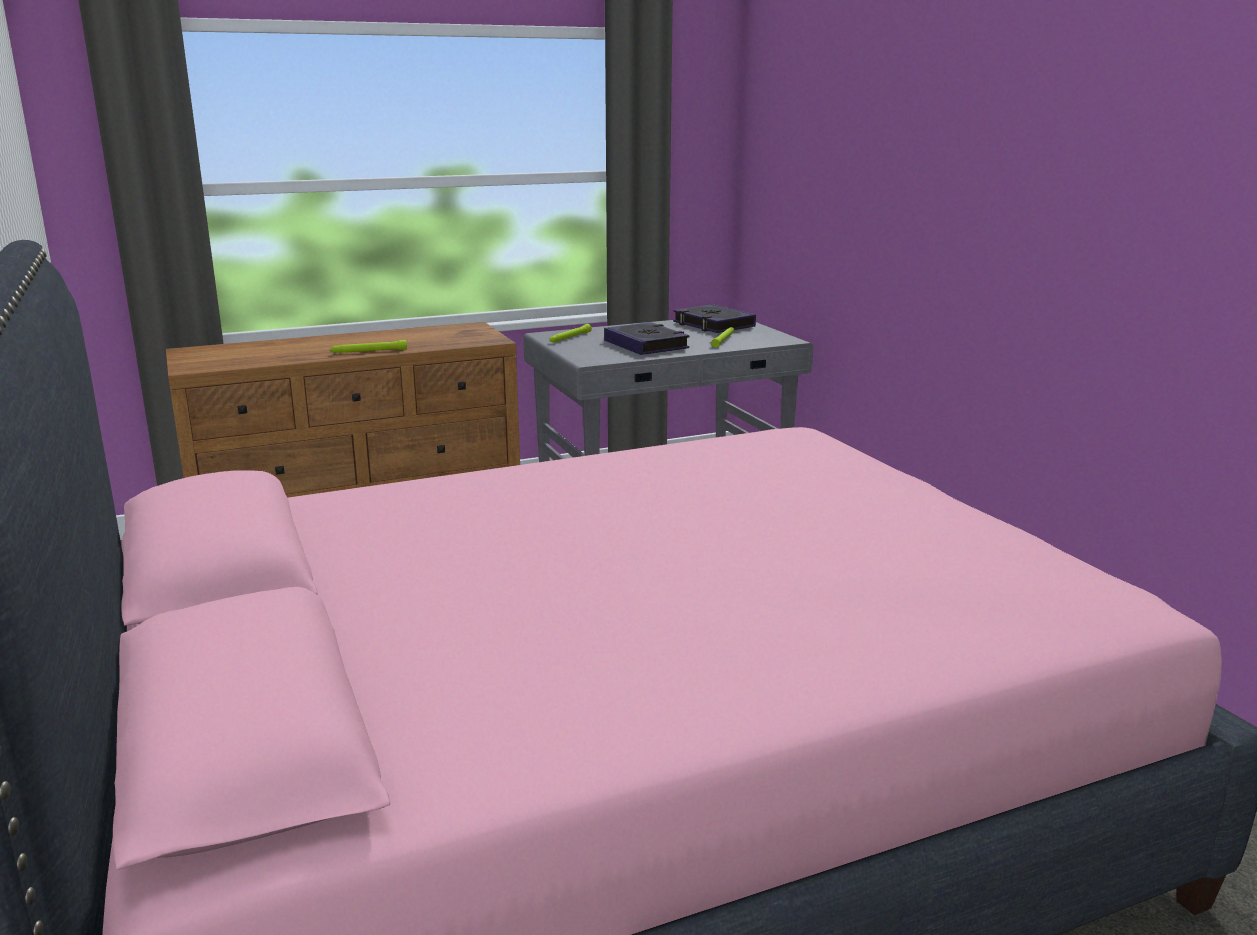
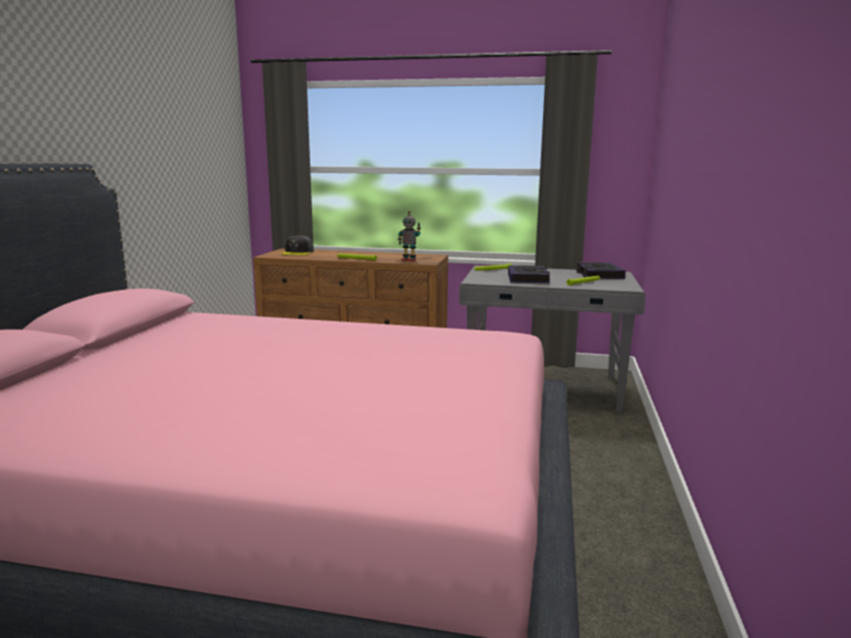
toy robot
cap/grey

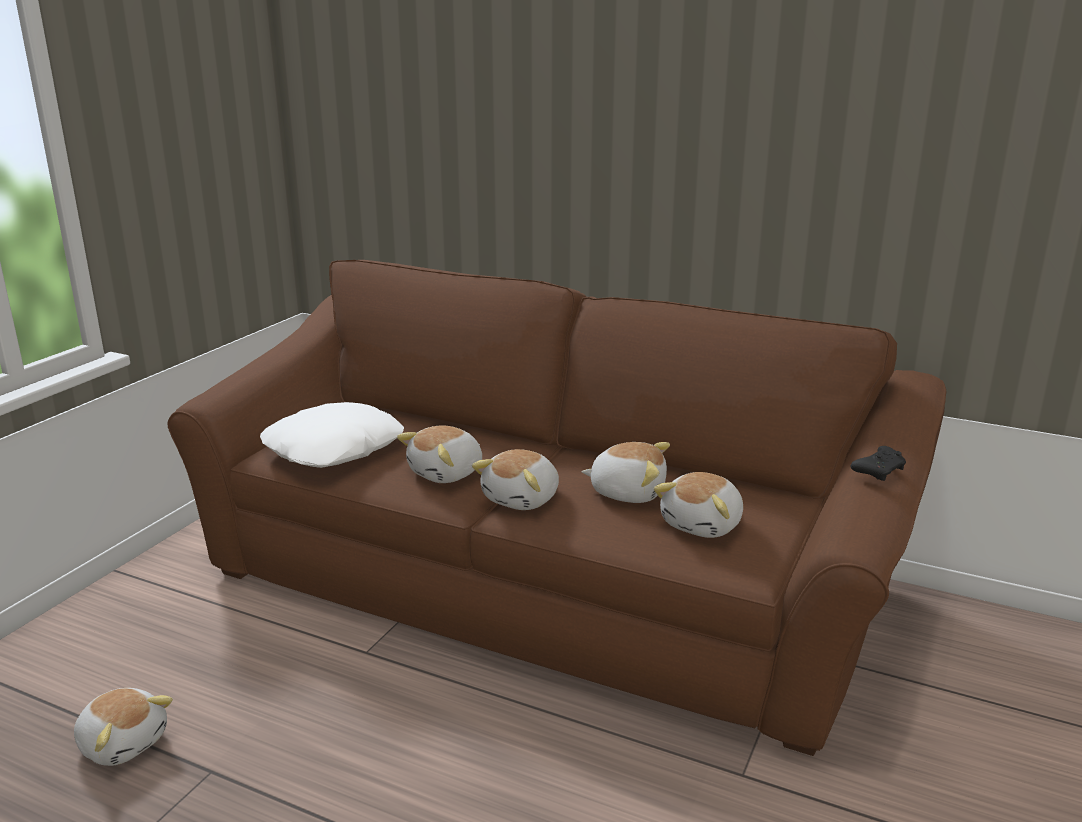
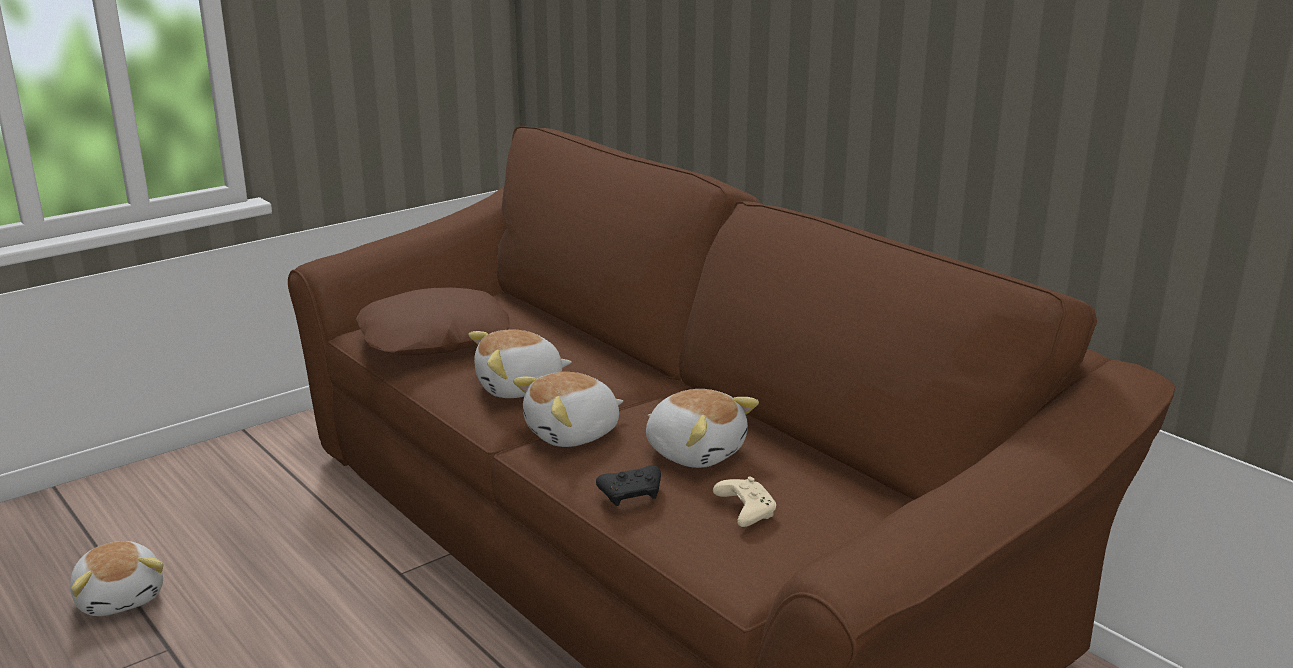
pillow/brown
game controller/black
game controller/beige

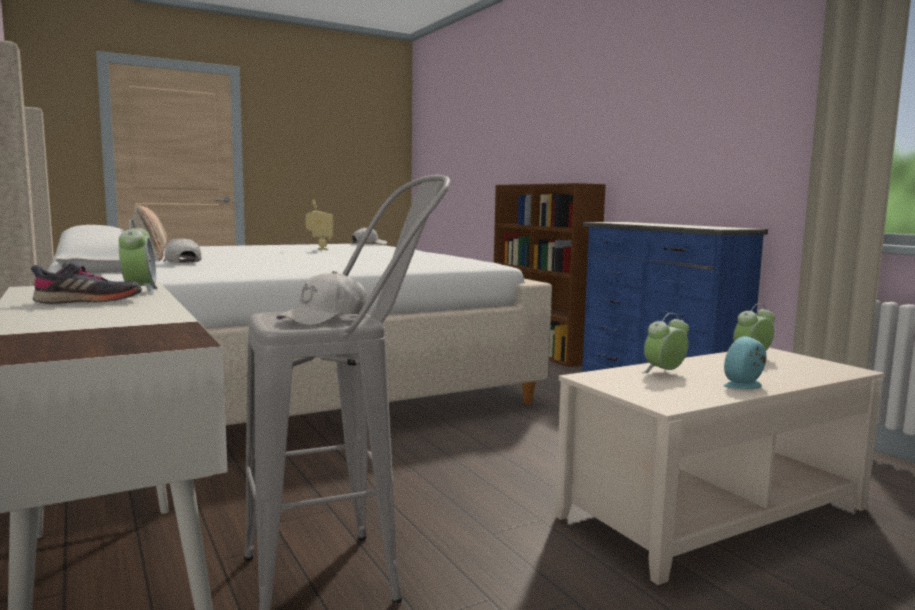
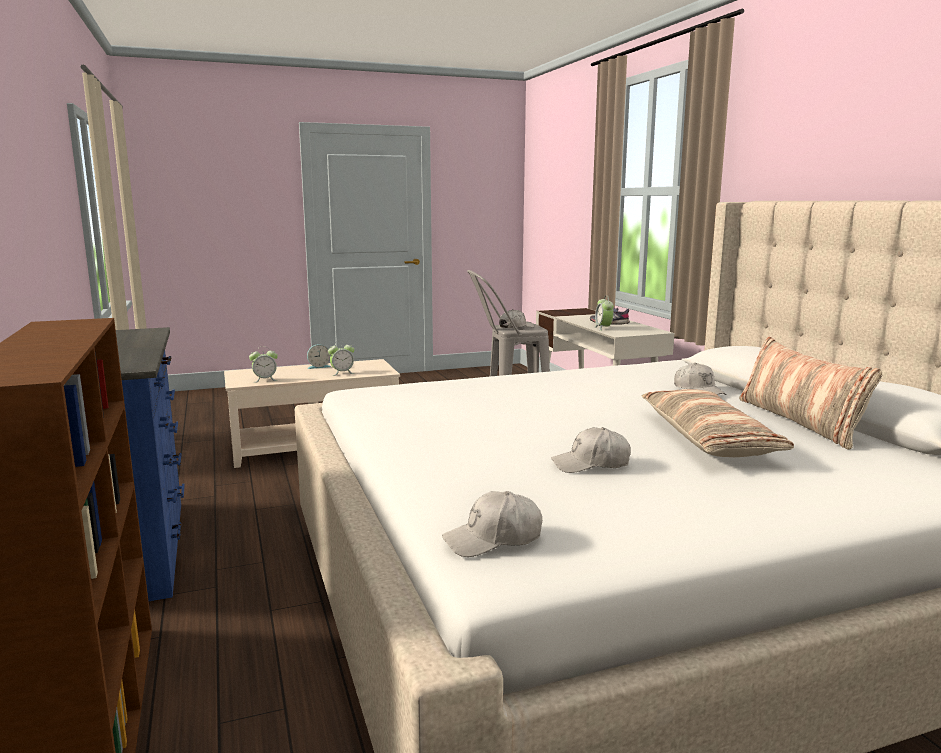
cap/white (3rd from left)
pillow (1st from left)

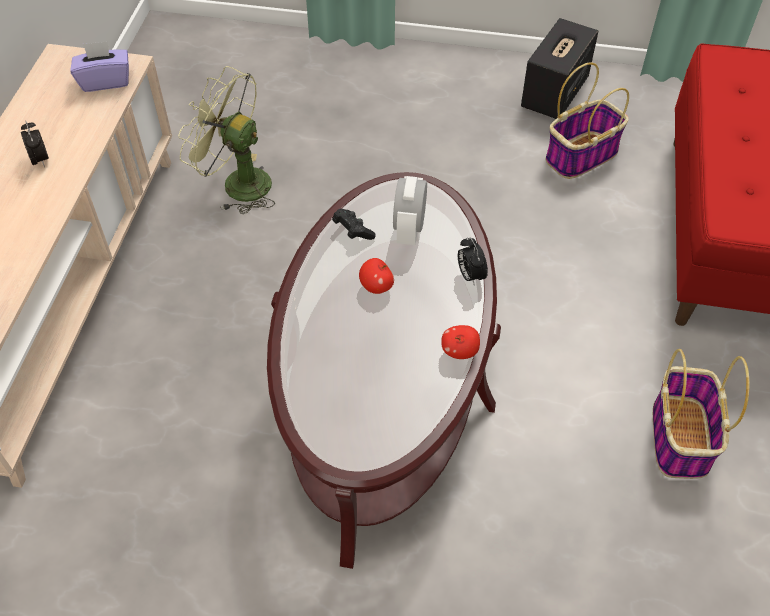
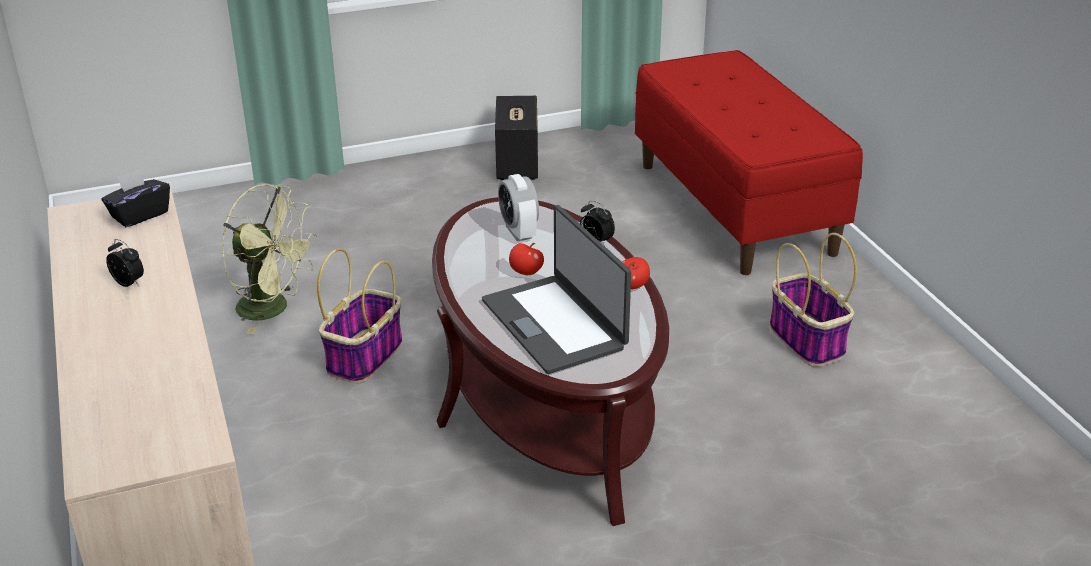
tissue box/black
basket (1st from left)
fan/green
game controller/black
laptop

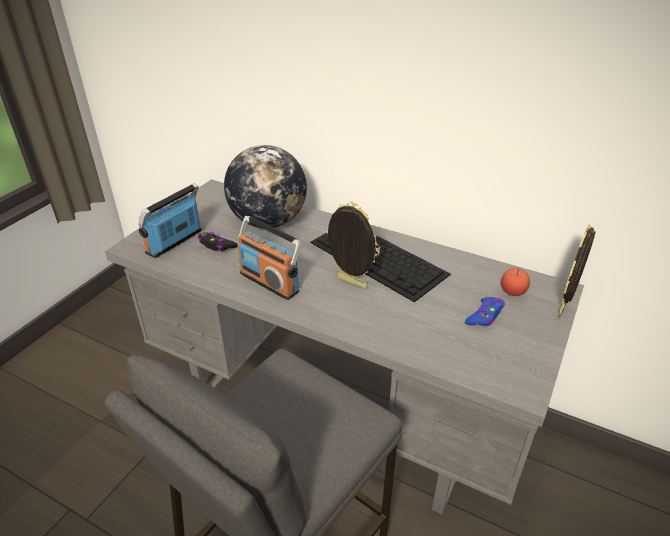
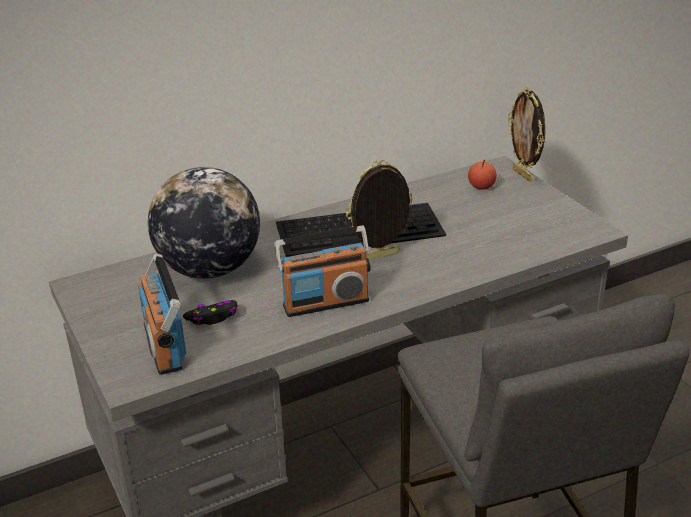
game controller/blue

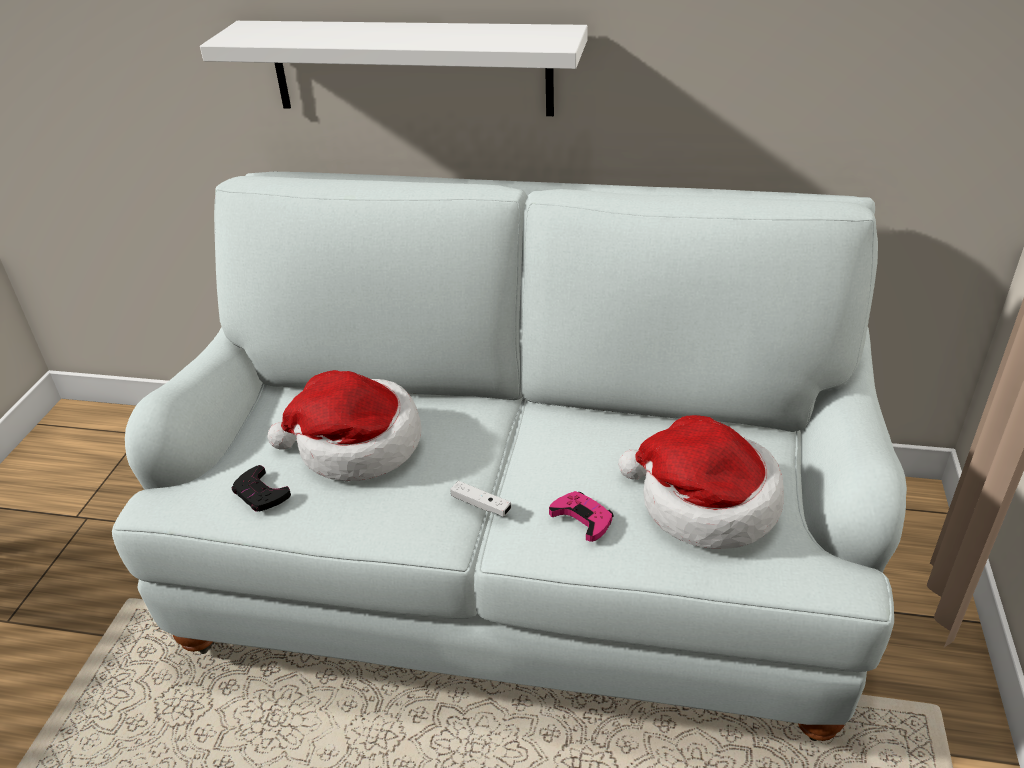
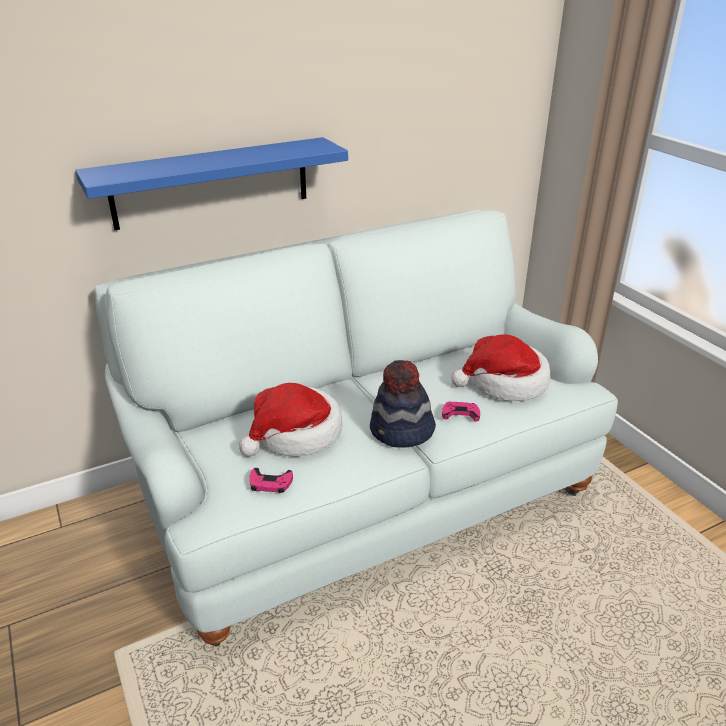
shelf/blue
game controller/pink (1st from left)
hat (2nd from left)

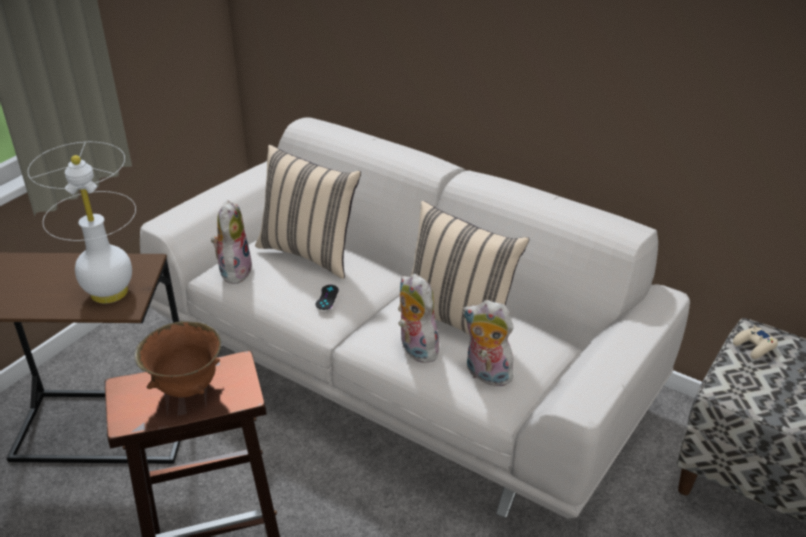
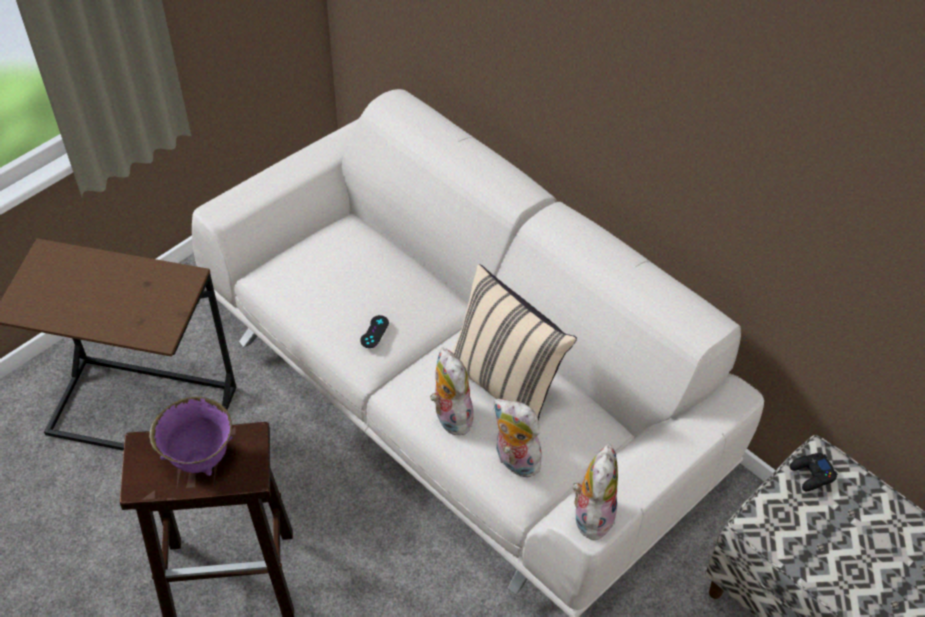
table lamp/white
pillow/beige (1st from left in the first image)
plush toy (3rd from left)
bowl/purple
game controller/black (2nd from left)

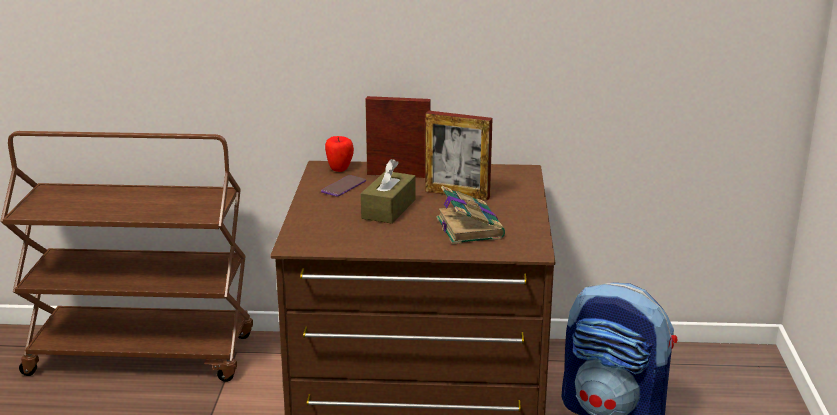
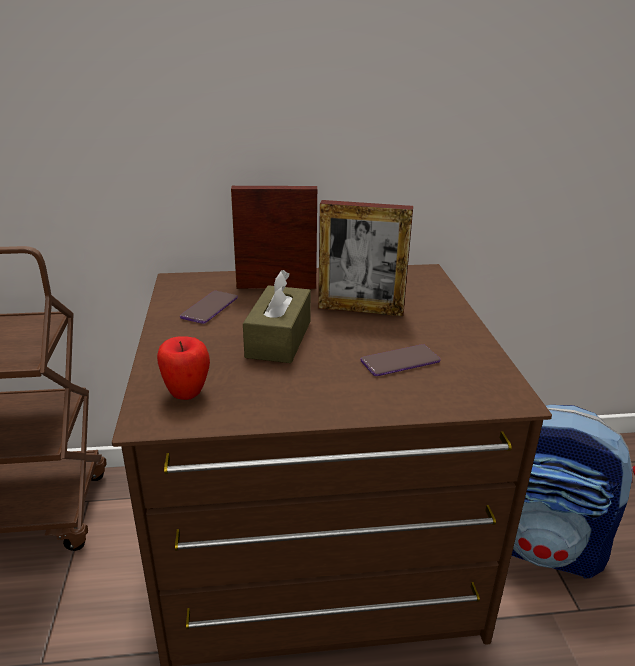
apple
phone (2nd from left)

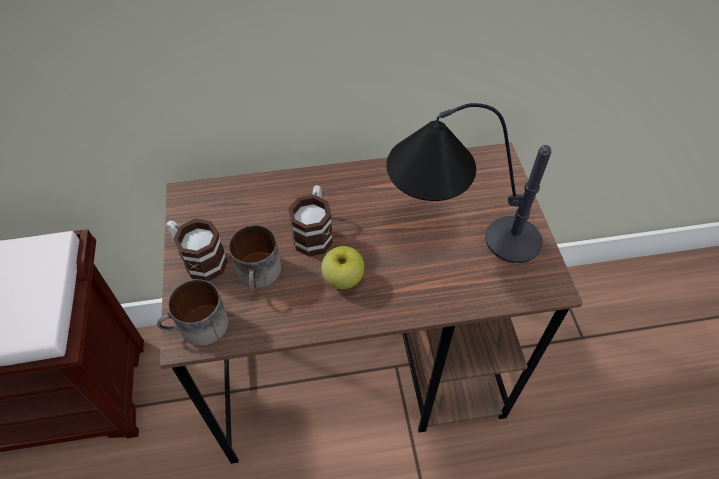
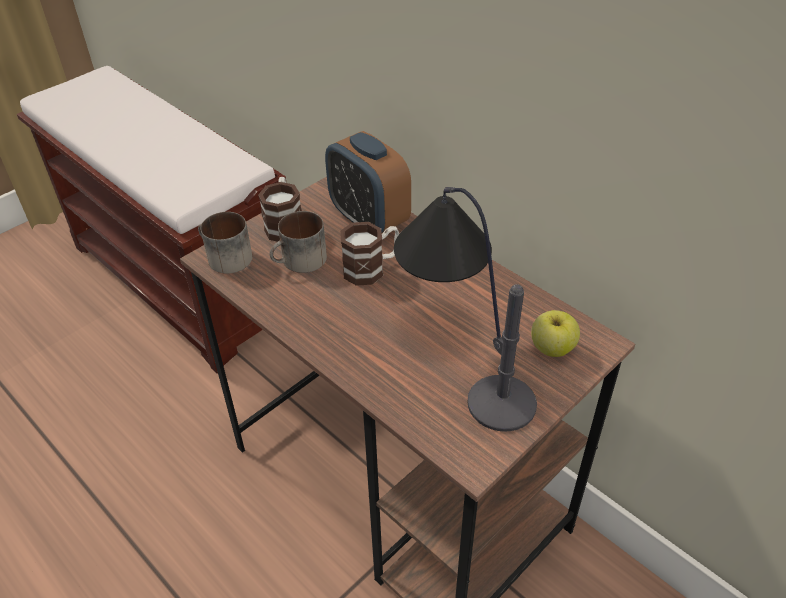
apple
alarm clock

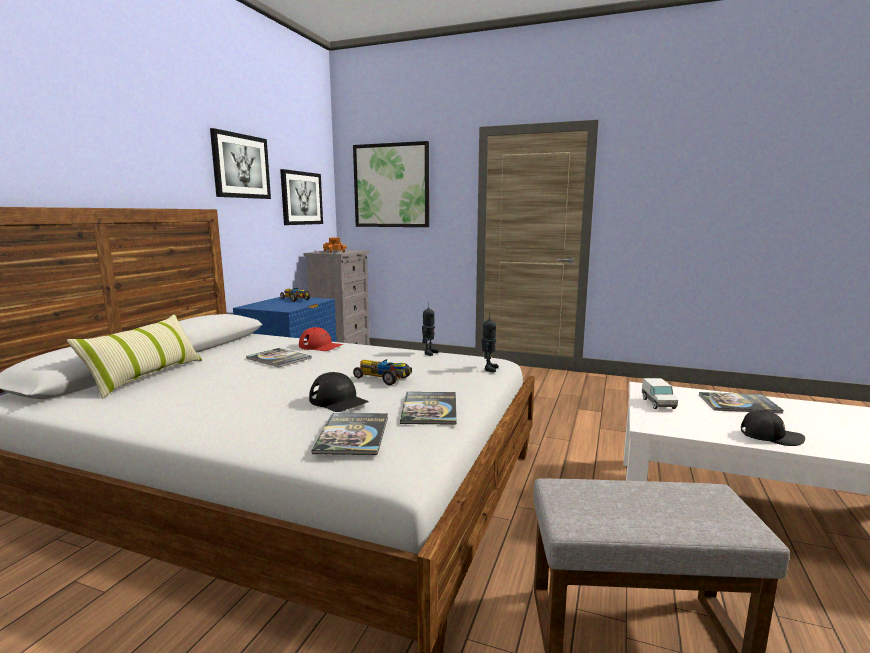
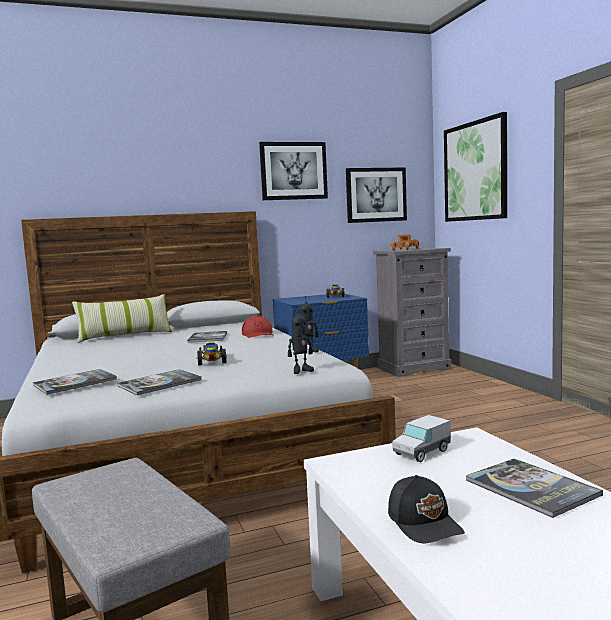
cap/black (1st from left in the first image)

